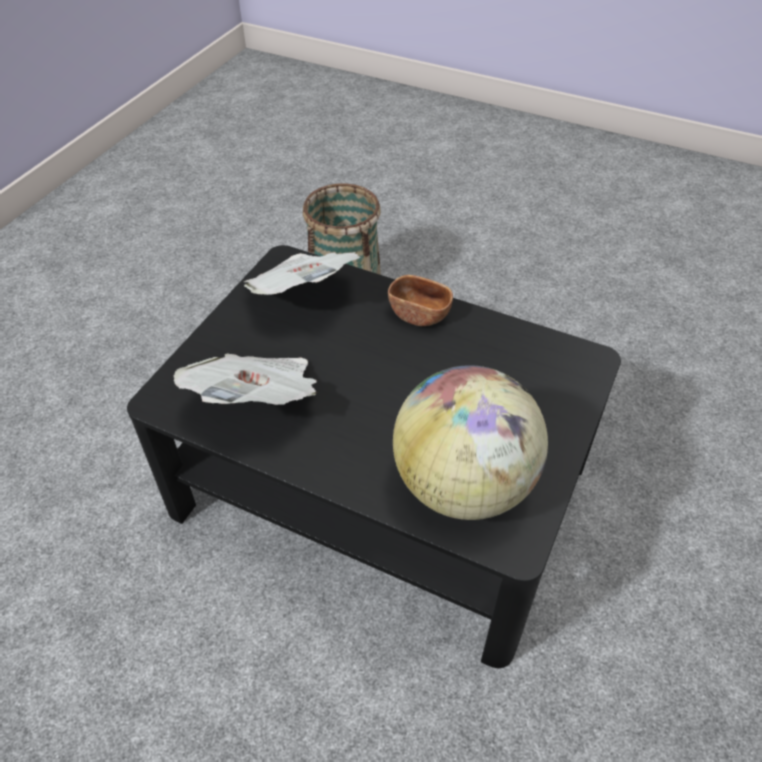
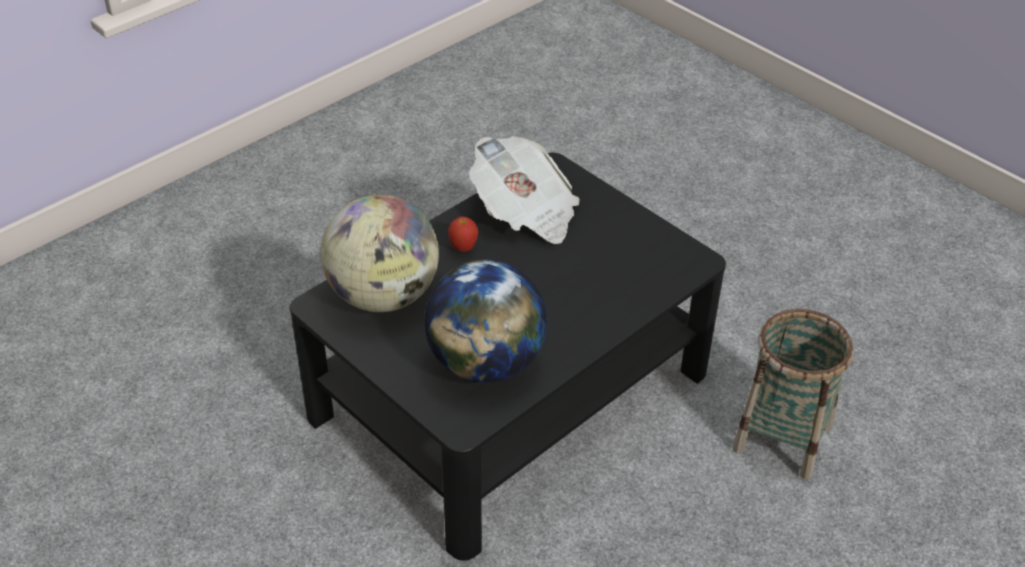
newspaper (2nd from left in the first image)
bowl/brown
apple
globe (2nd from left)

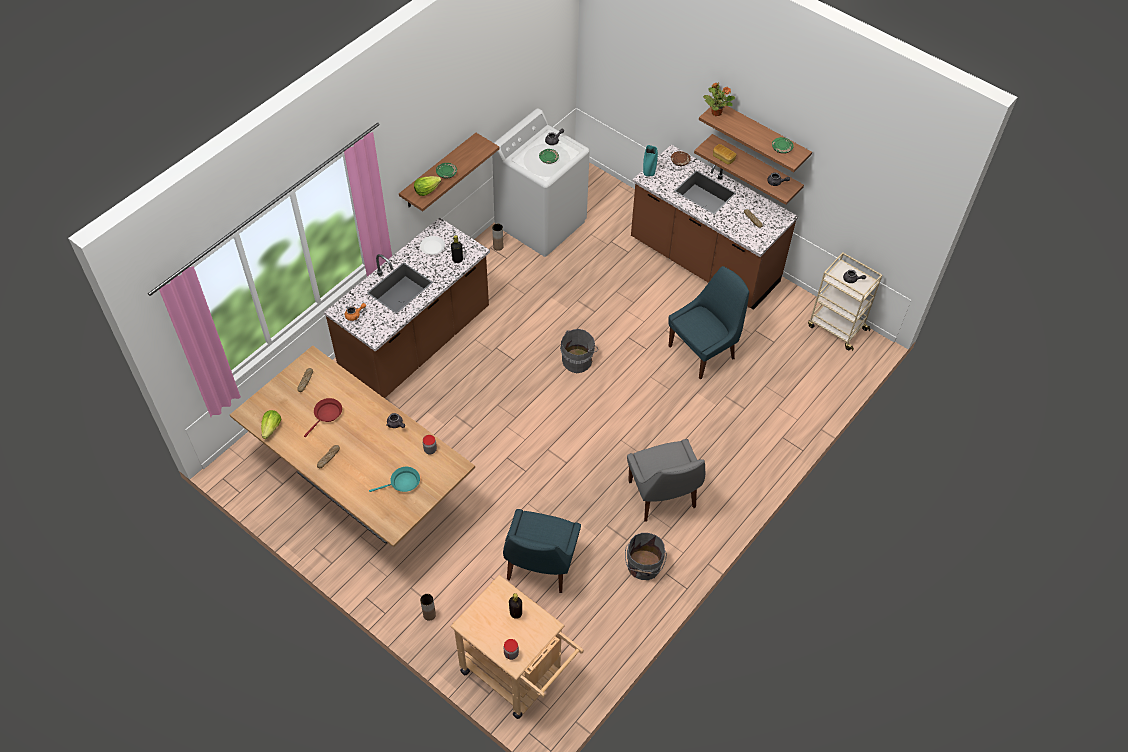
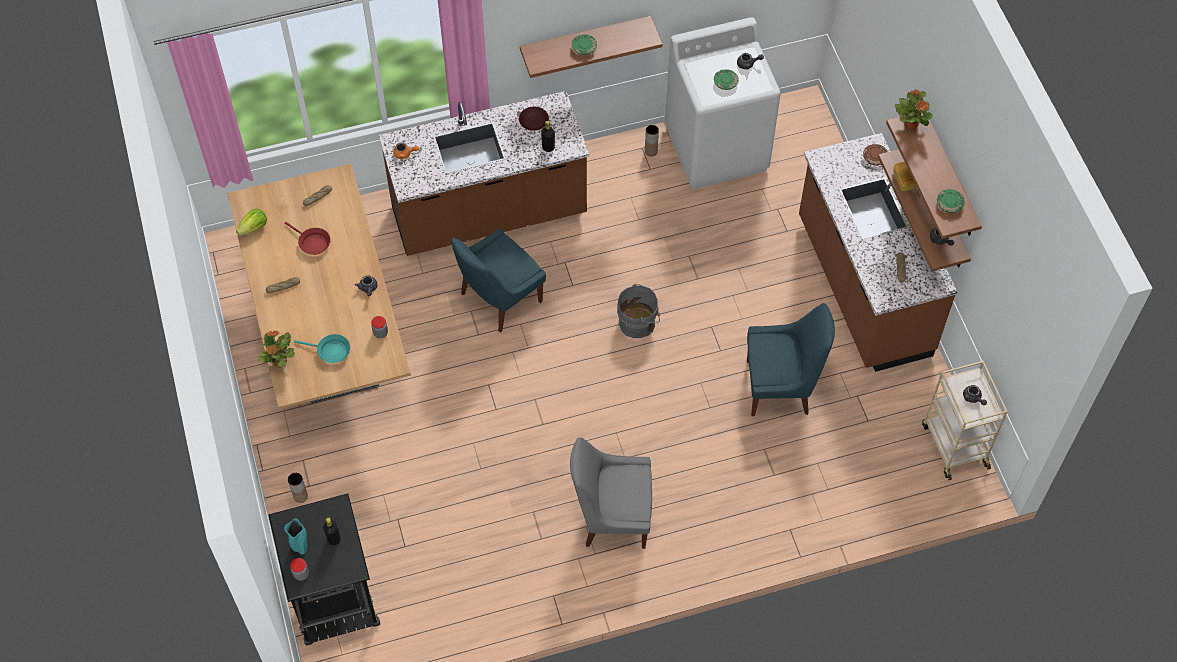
vase/turquoise
lettuce (2nd from left in the first image)
plate/brown (1st from left)
frying pan/red
chair/grey
chair/blue (1st from left)
bucket/grey (2nd from left in the first image)
cart/black
potted plant (1st from left)

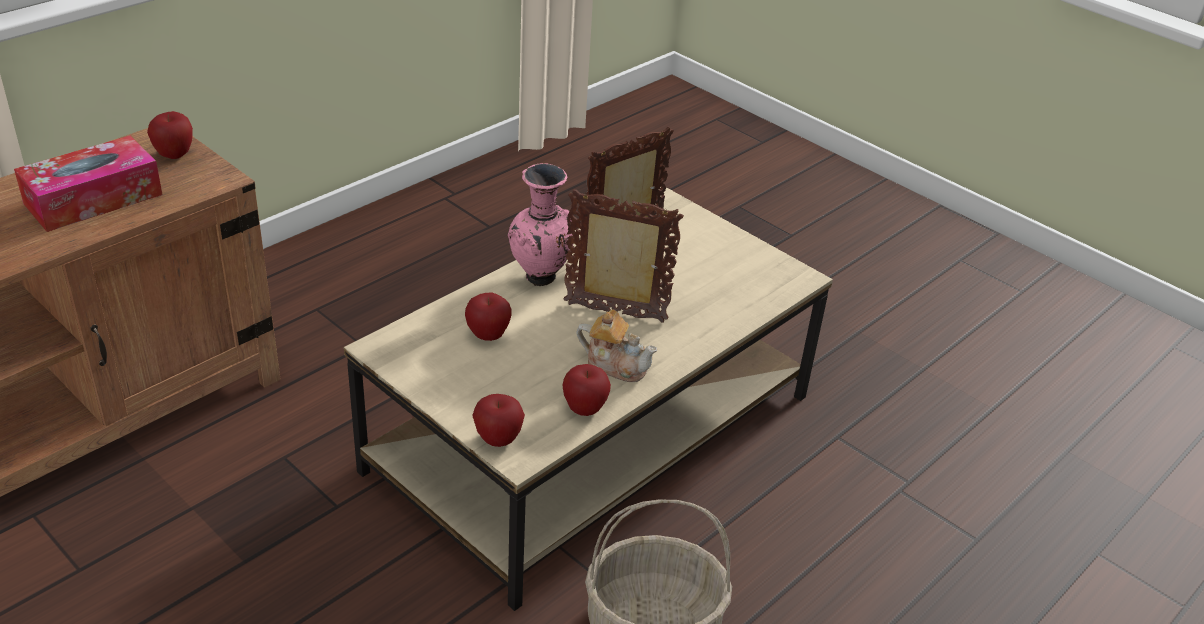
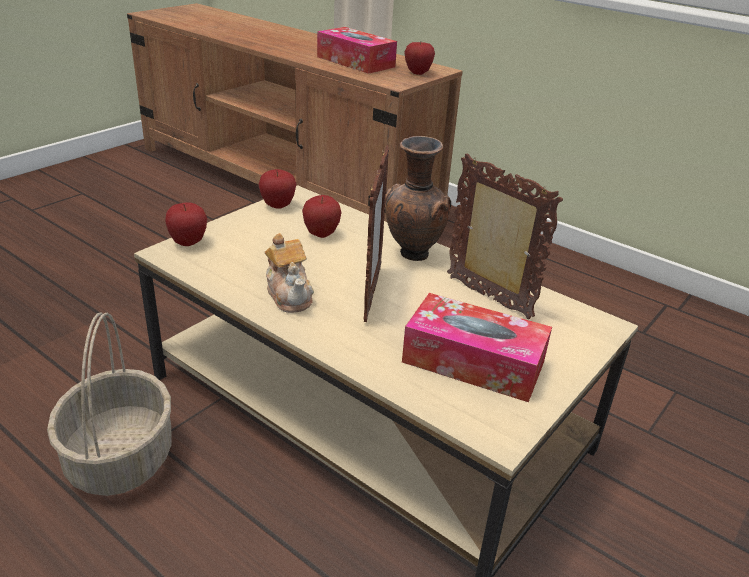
vase/brown
teapot
apple (2nd from left)
tissue box (2nd from left)

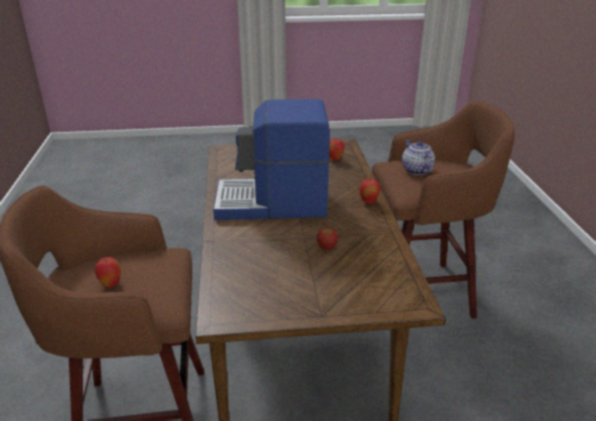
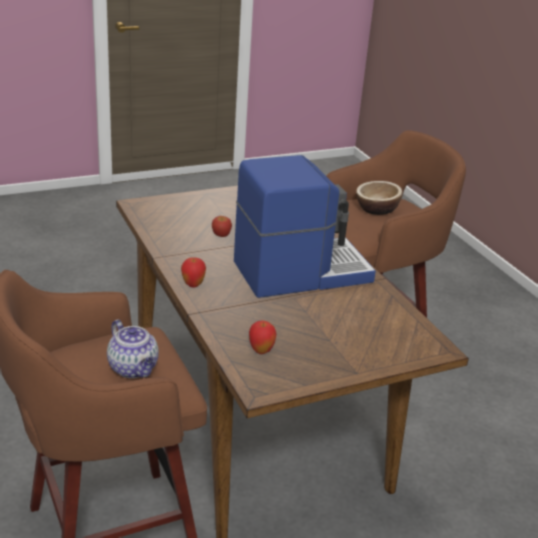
bowl

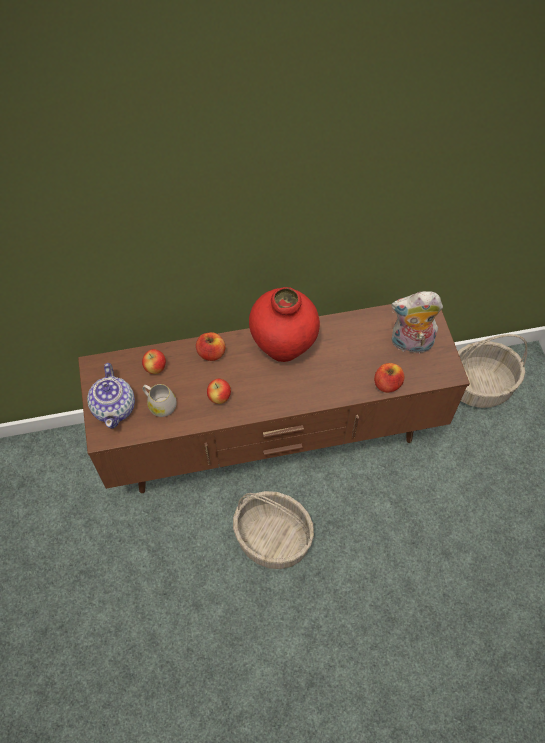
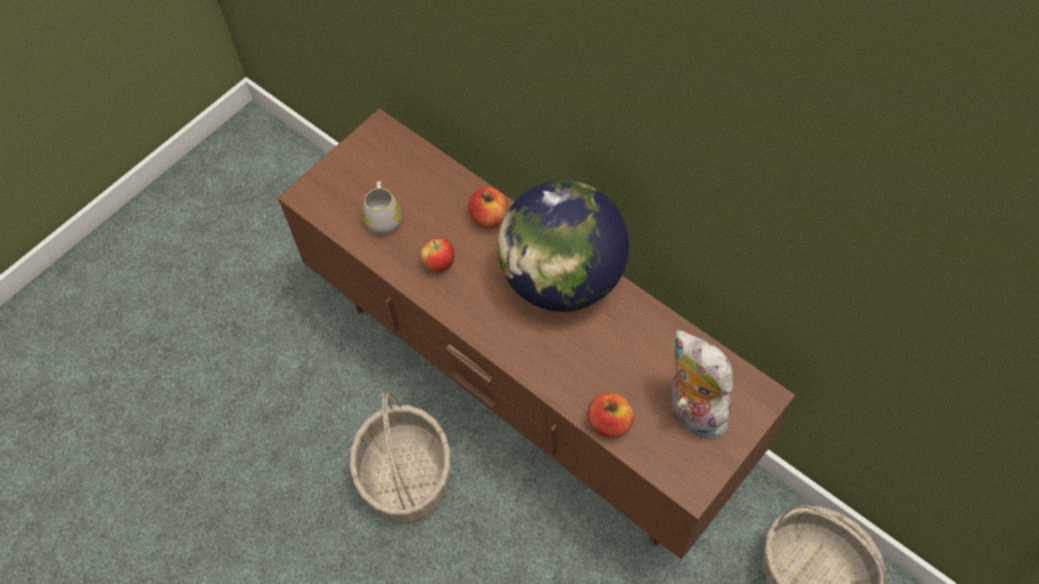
globe
apple (1st from left in the first image)
teapot

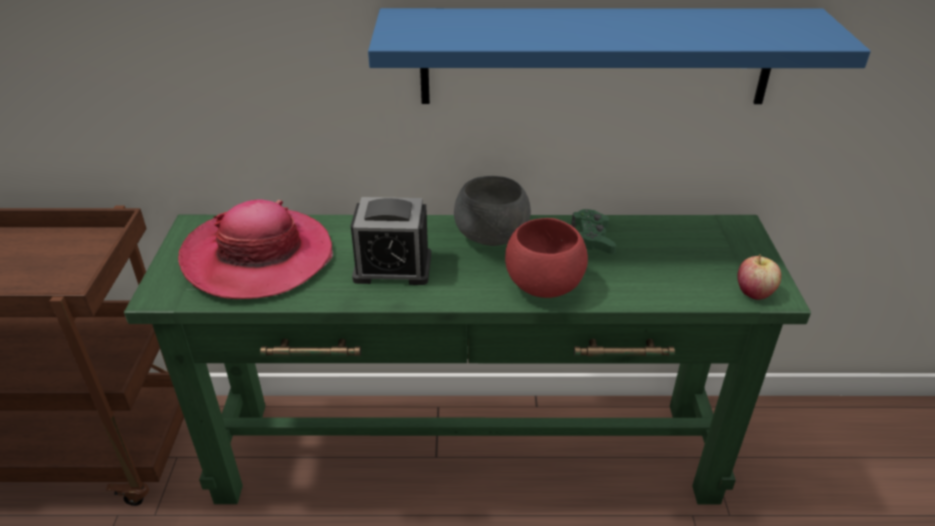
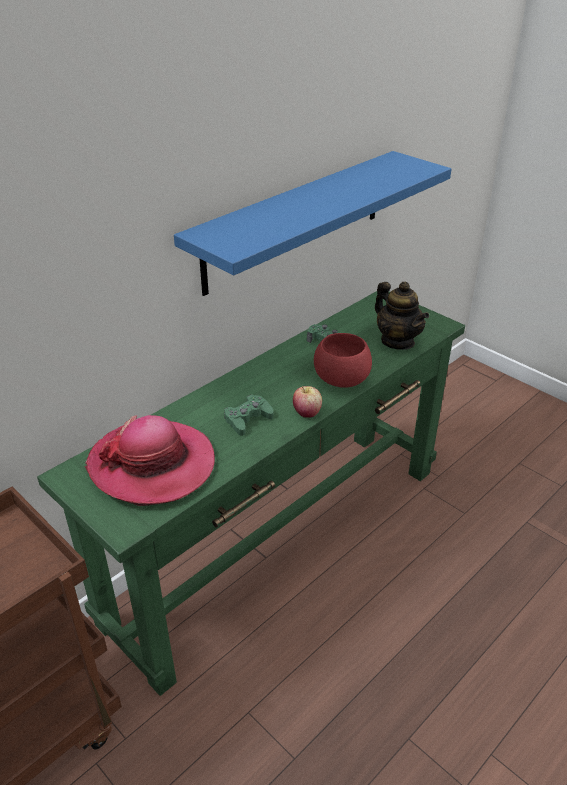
bowl/grey
game controller/green (1st from left)
apple
teapot

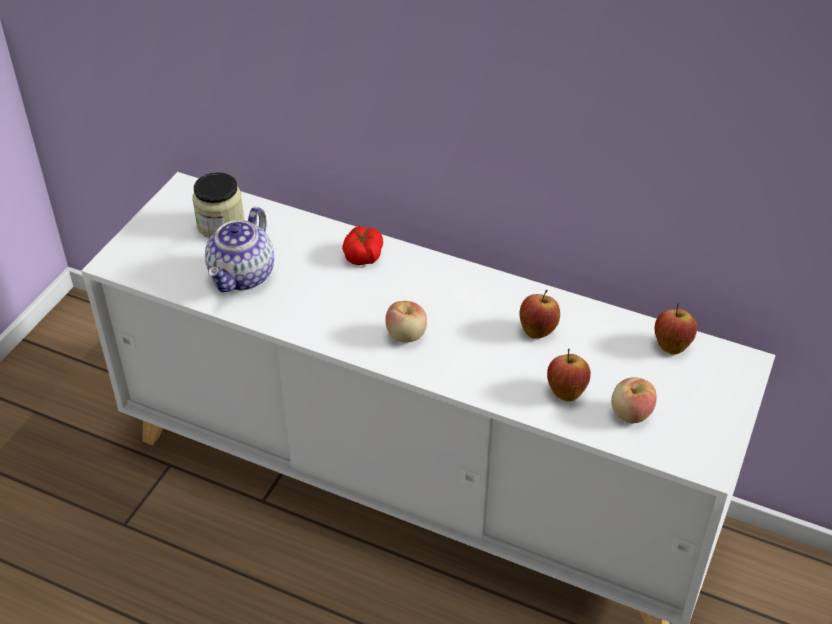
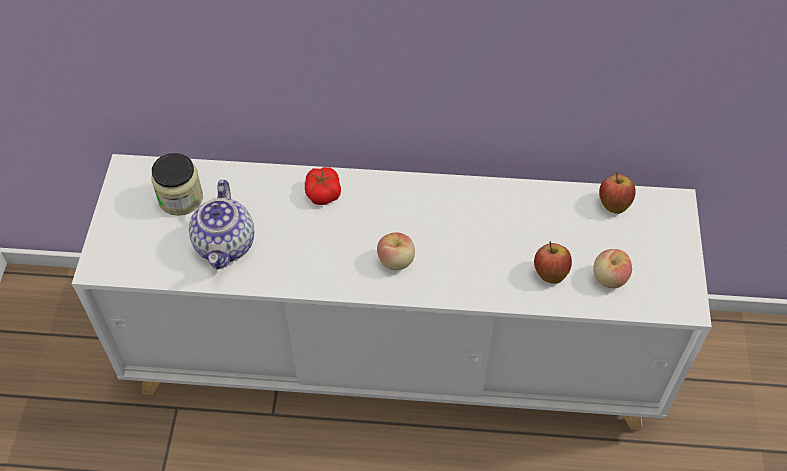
apple (2nd from left in the first image)

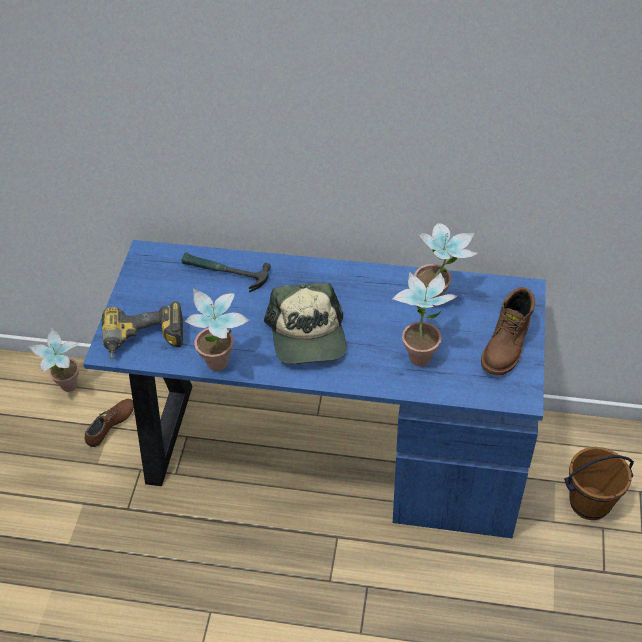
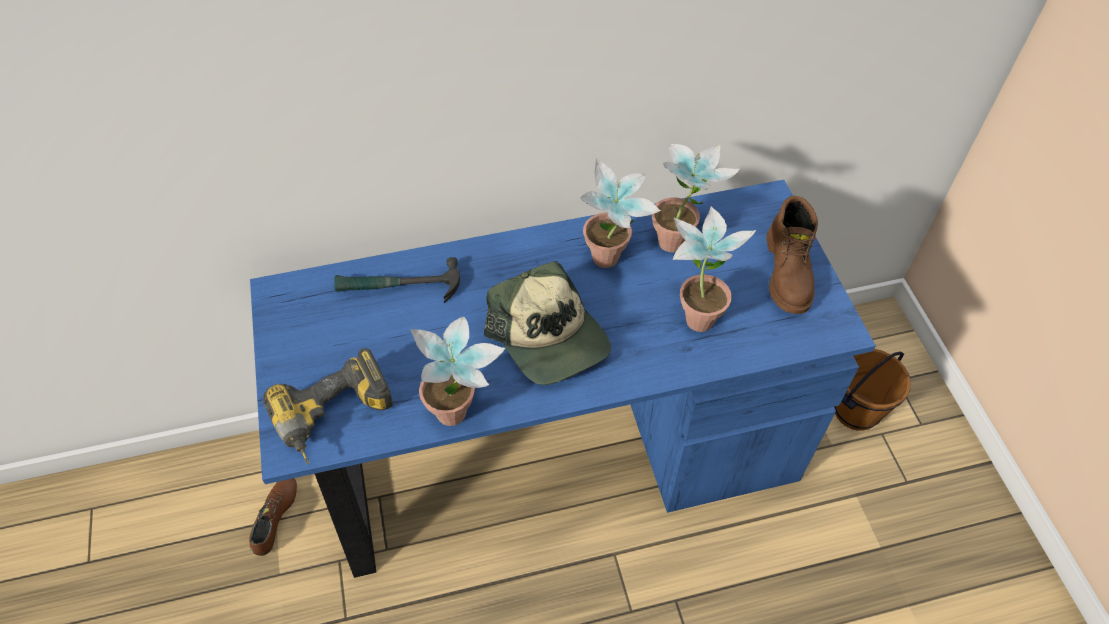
potted plant (2nd from left)

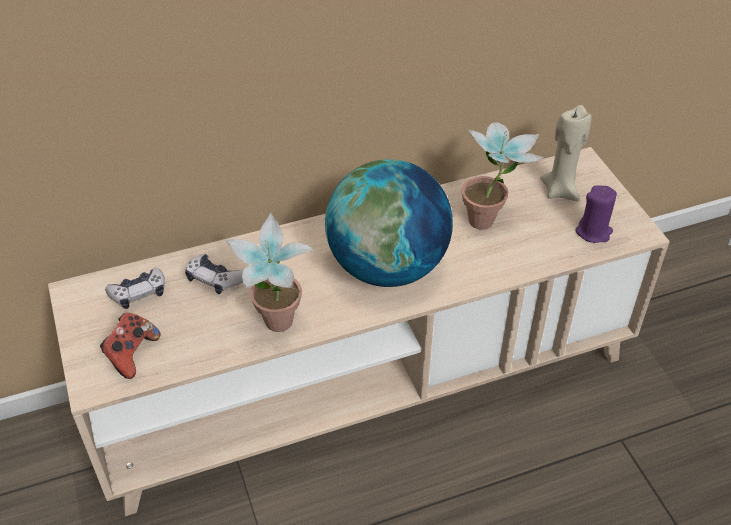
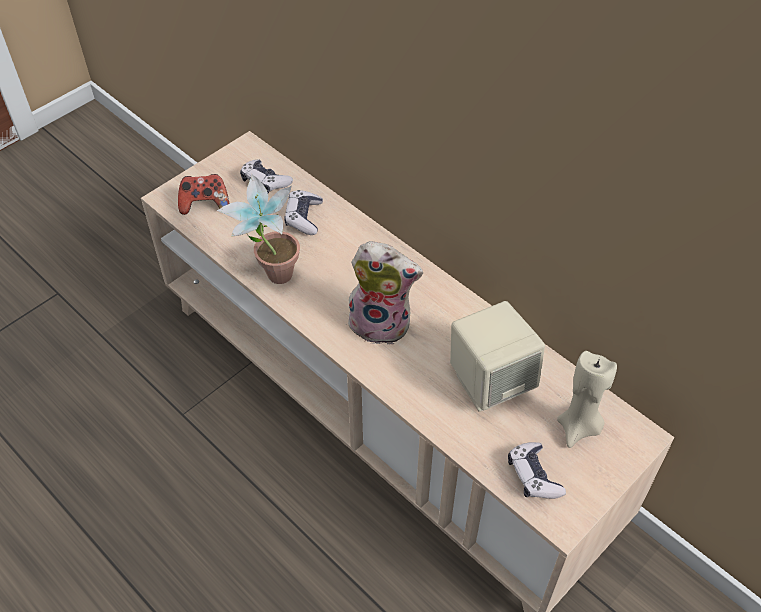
speaker/beige
plush toy
game controller (4th from left)

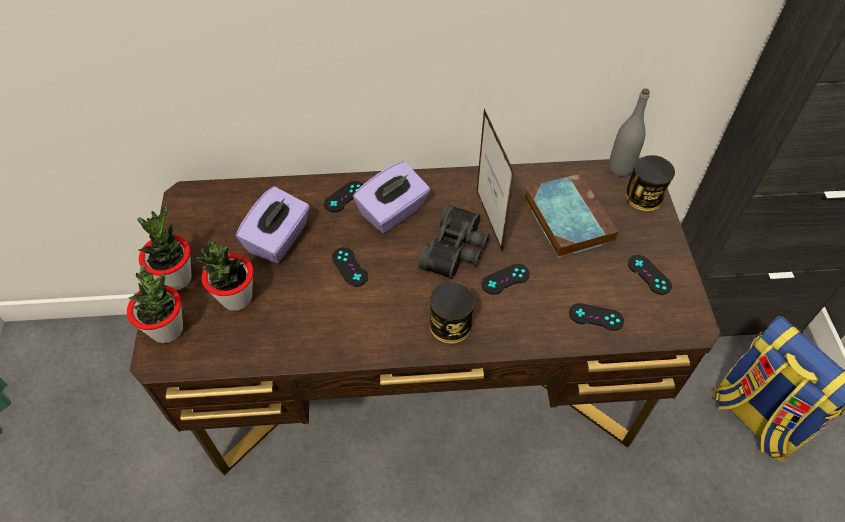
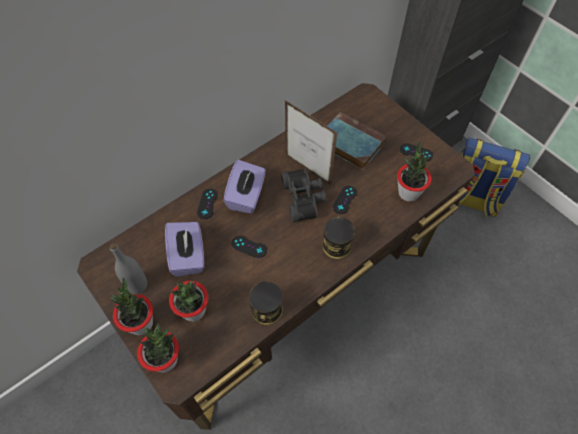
bottle/grey
can (1st from left)
potted plant (4th from left)

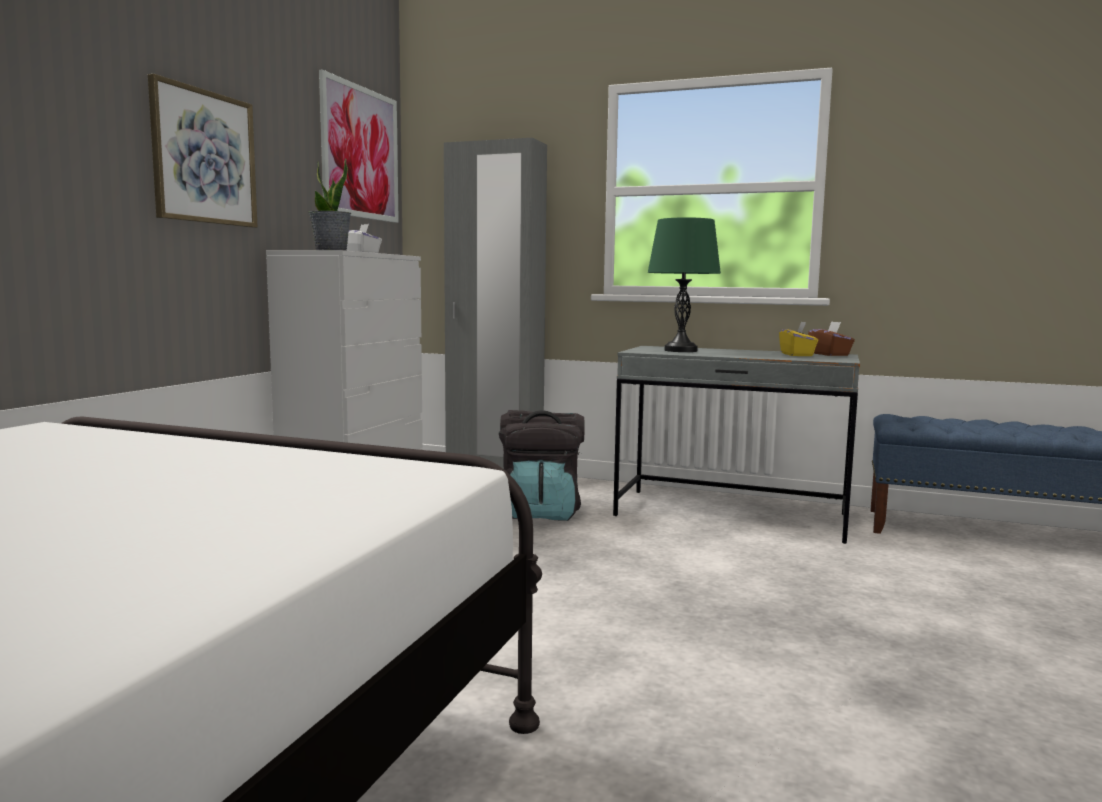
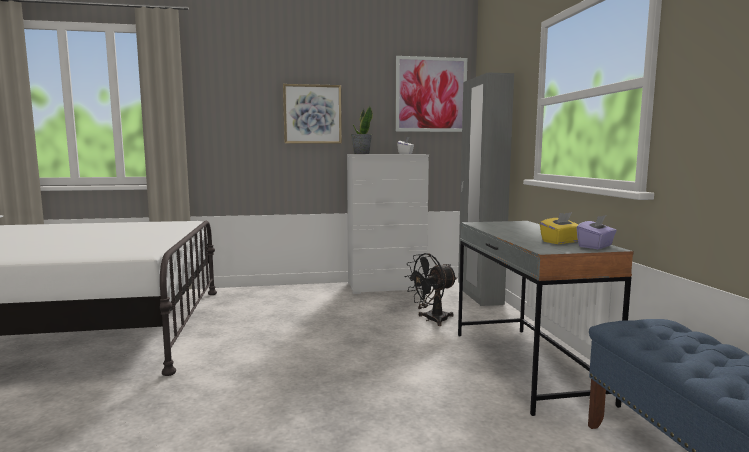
table lamp/green
tissue box/purple
fan/black

